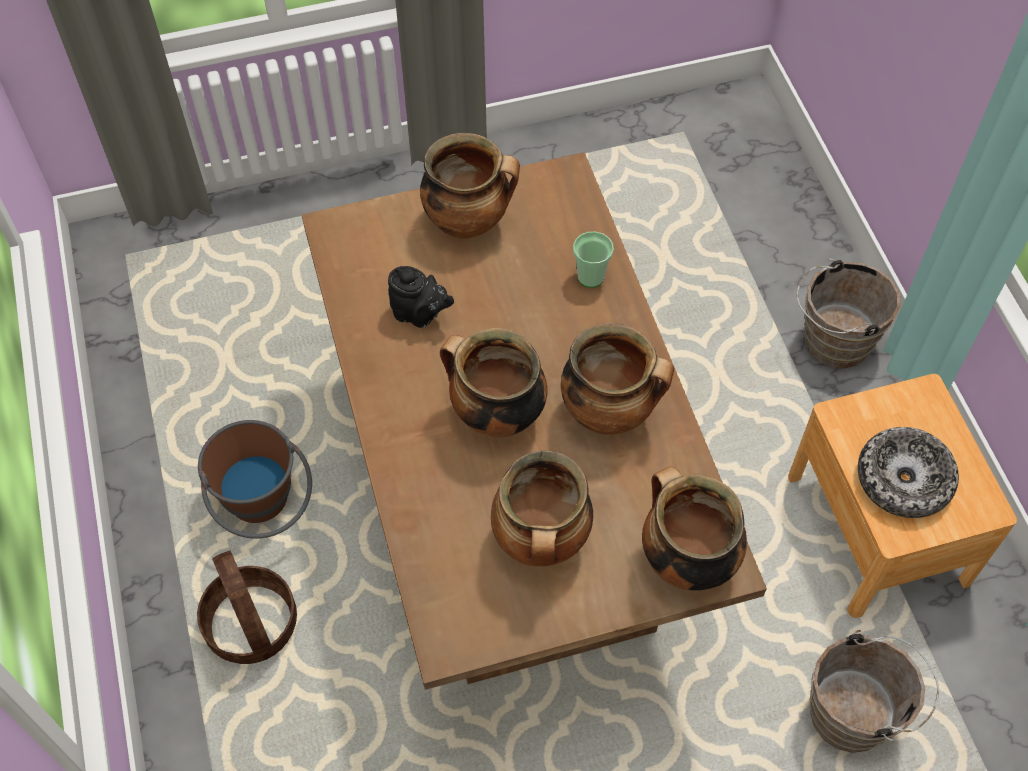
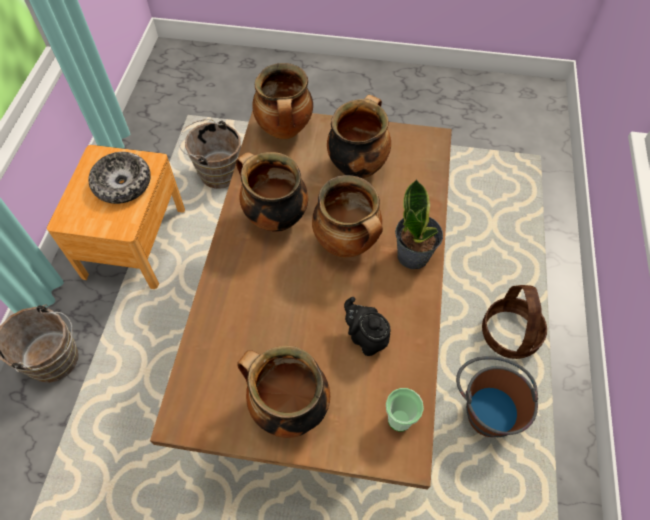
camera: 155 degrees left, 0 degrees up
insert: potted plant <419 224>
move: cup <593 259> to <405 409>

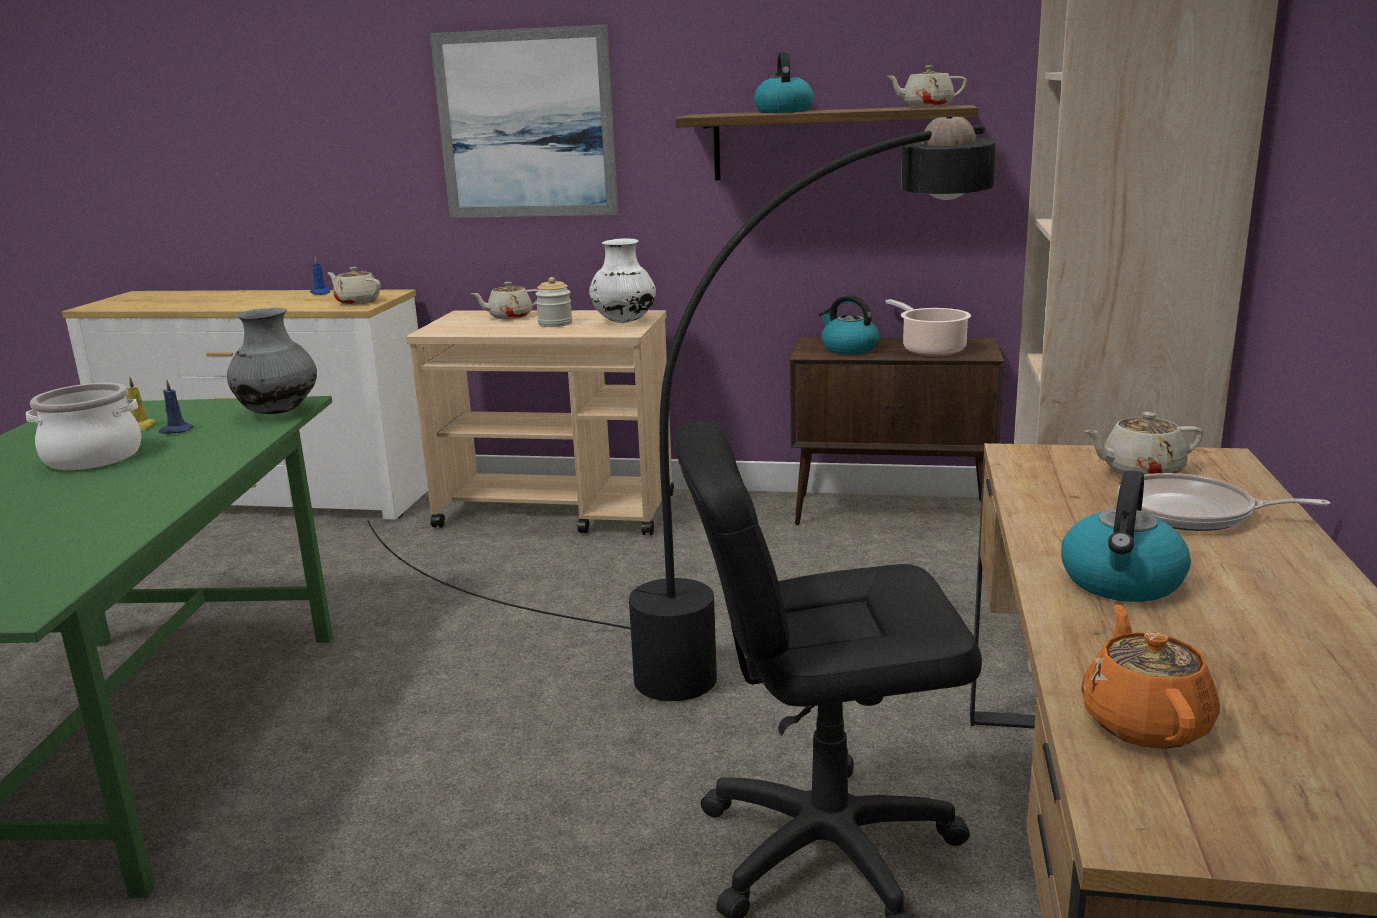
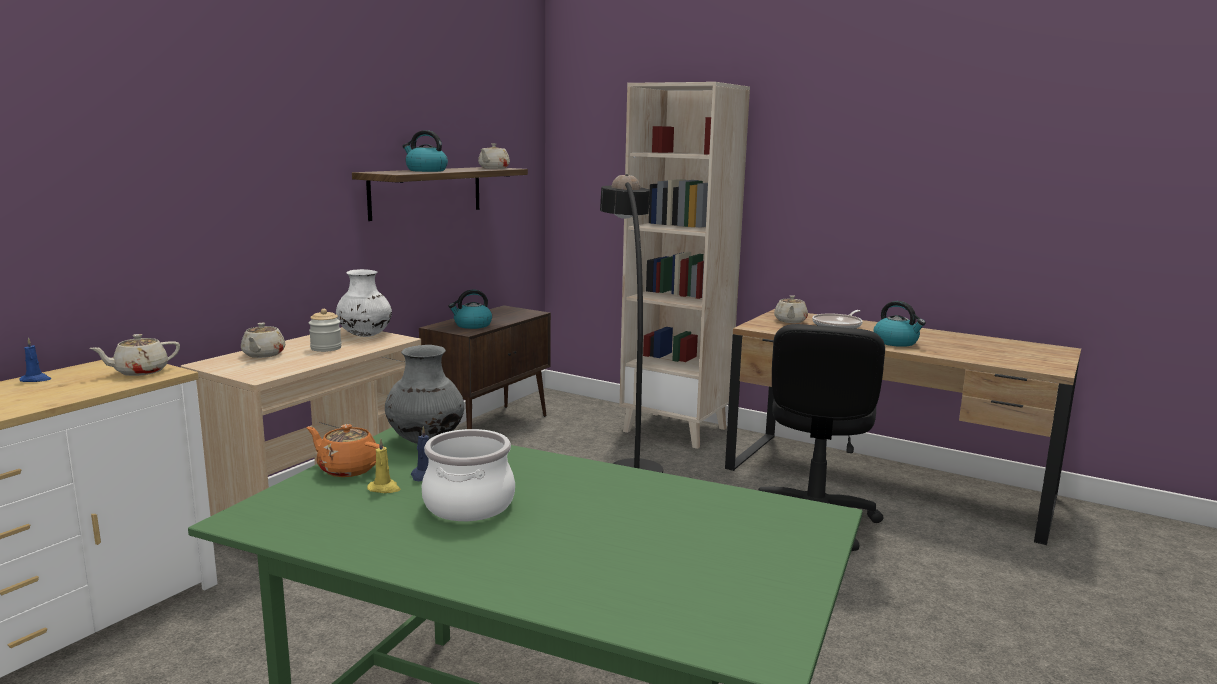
camera: 70 degrees left, 5 degrees down
delete: picture <524 121>; cooking pot <928 327>
move: teapot/orange <1150 676> to <343 450>

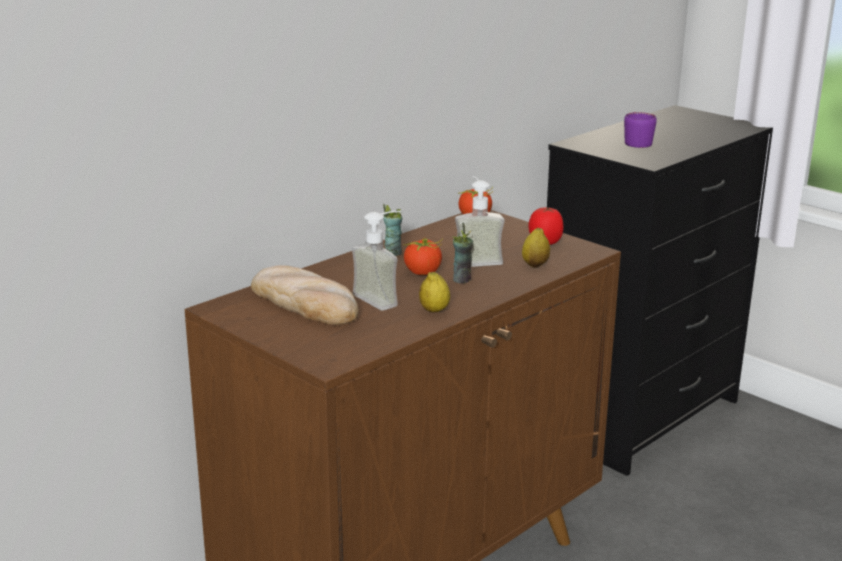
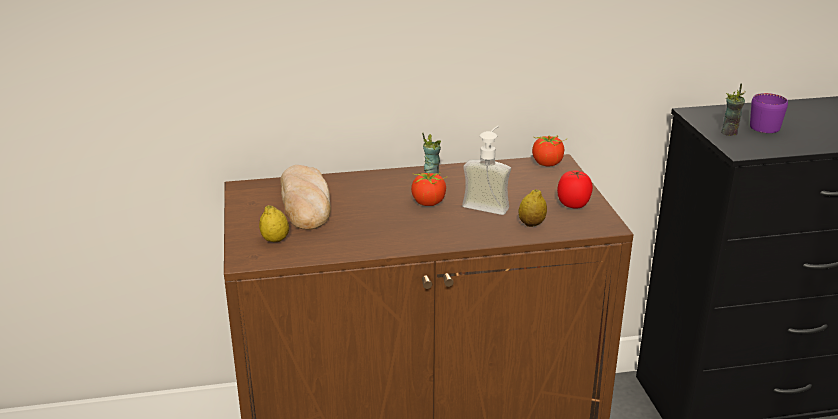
camera: 35 degrees right, 5 degrees up
delete: soap dispenser <376 261>
move: lemon <434 292> to <274 223>; cup <463 253> to <733 110>

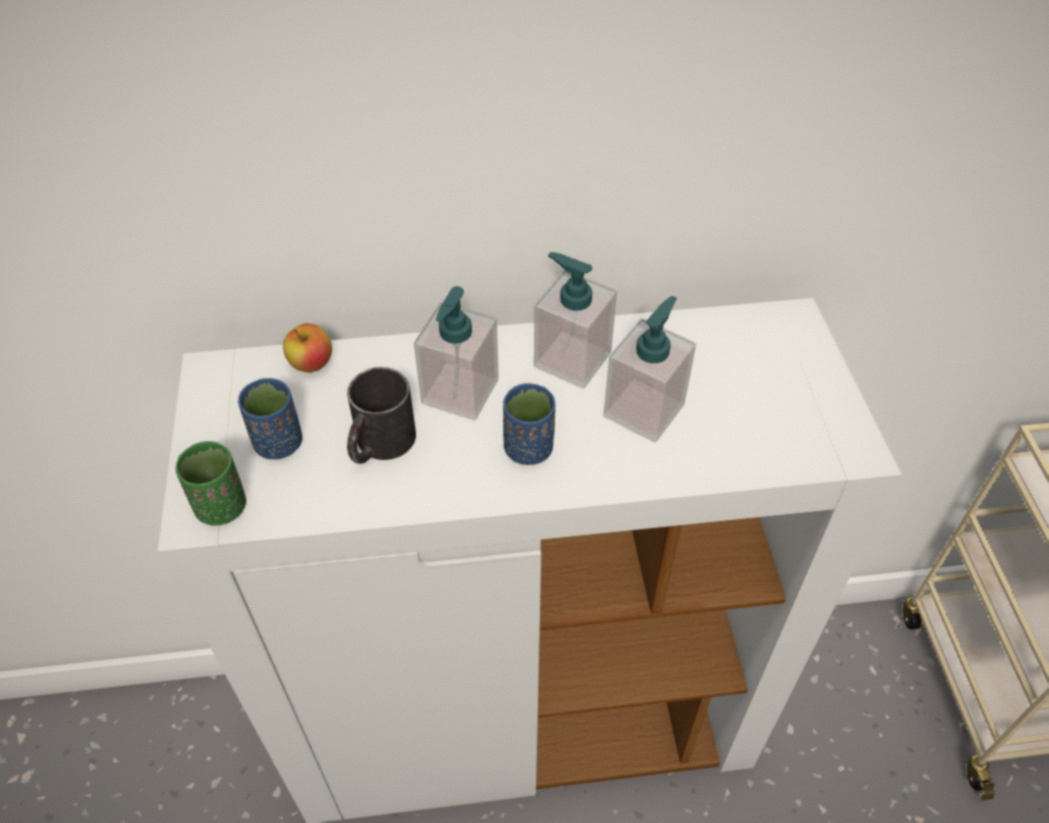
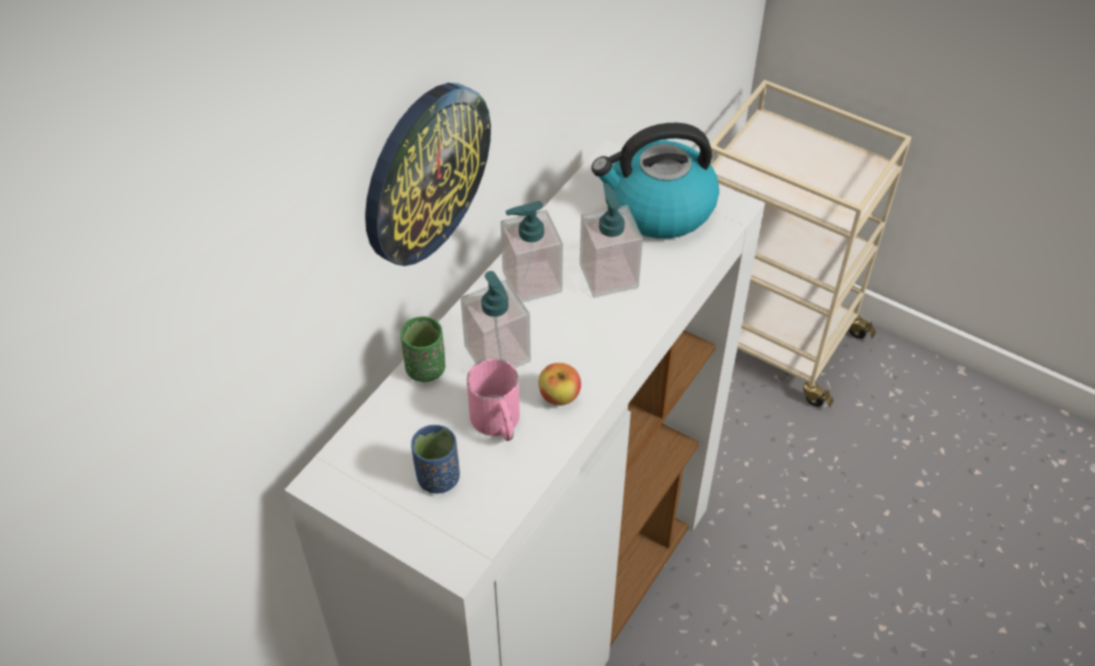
camera: 50 degrees left, 0 degrees up
delete: cup/blue <529 424>
insert: wall clock <428 174>; kettle <655 181>
move: cup/green <211 483> to <423 349>; apple <307 347> to <560 384>
recolor: mug/black <381 415> to mug/pink <493 400>

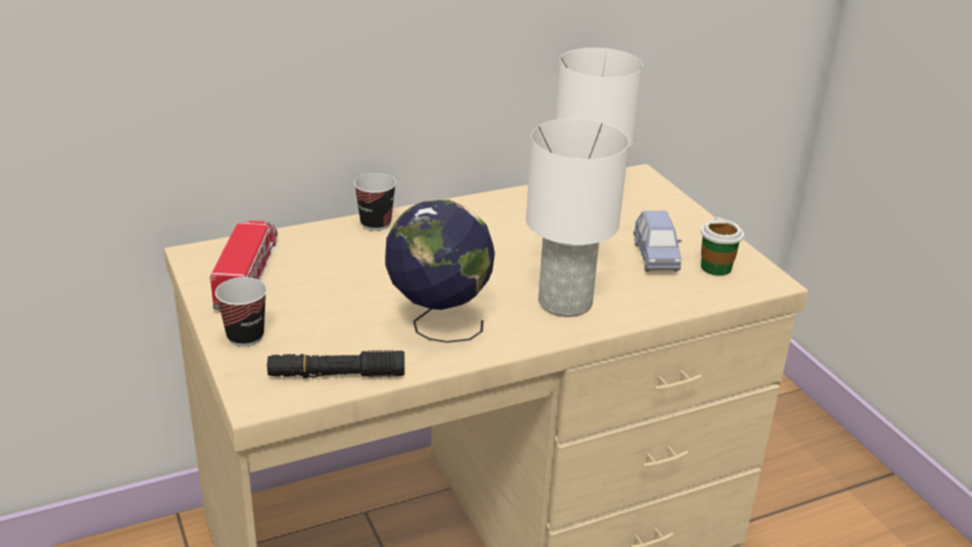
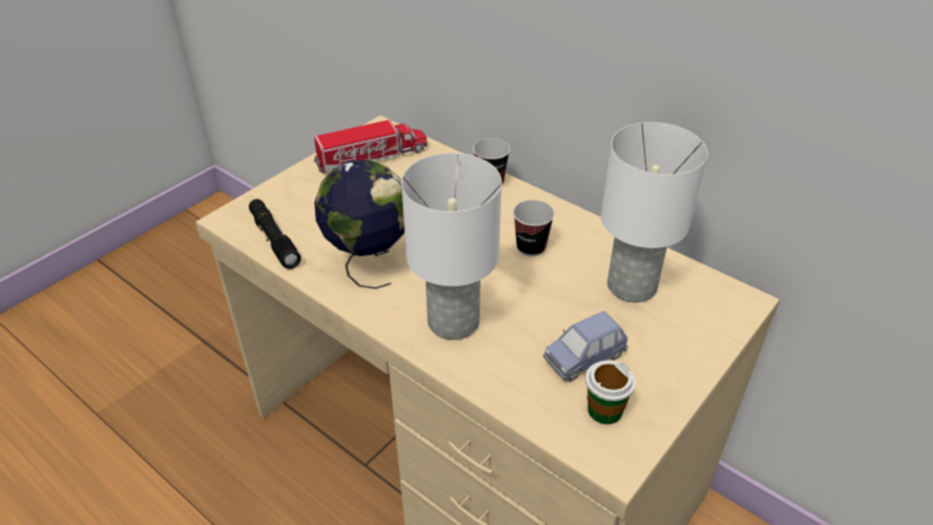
camera: 65 degrees right, 10 degrees up
move: cup <241 312> to <534 228>

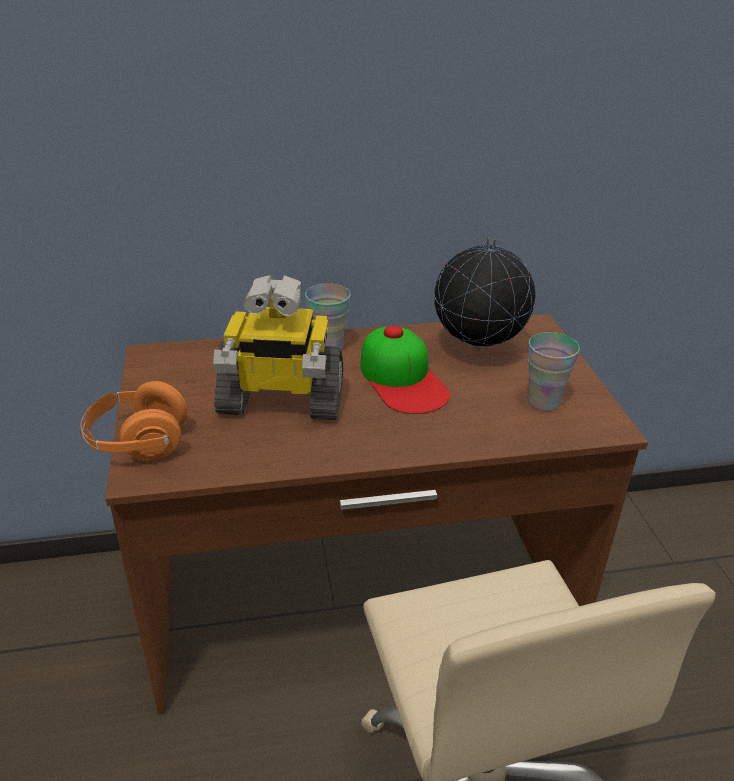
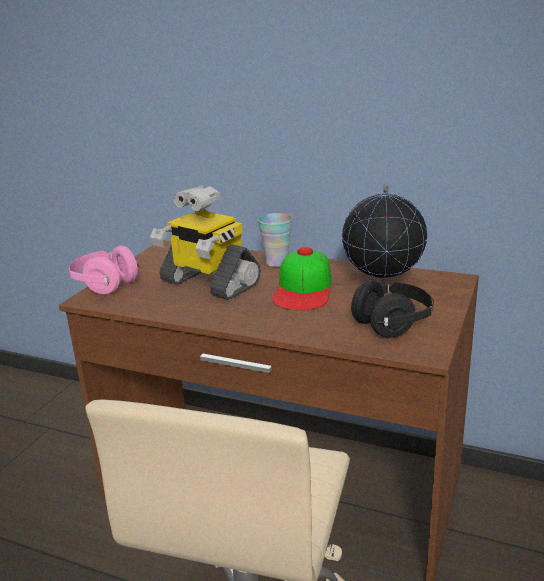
camera: 35 degrees right, 10 degrees down
replace: cup <553 371> to headphones/black <392 308>
recolor: headphones/orange <134 421> to headphones/pink <104 270>

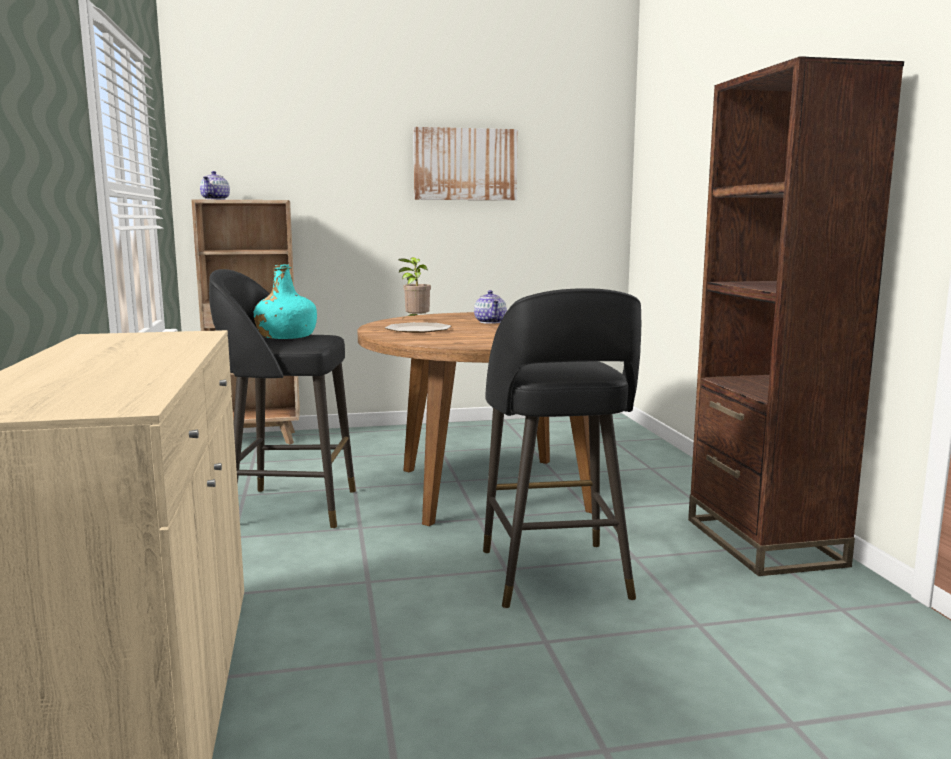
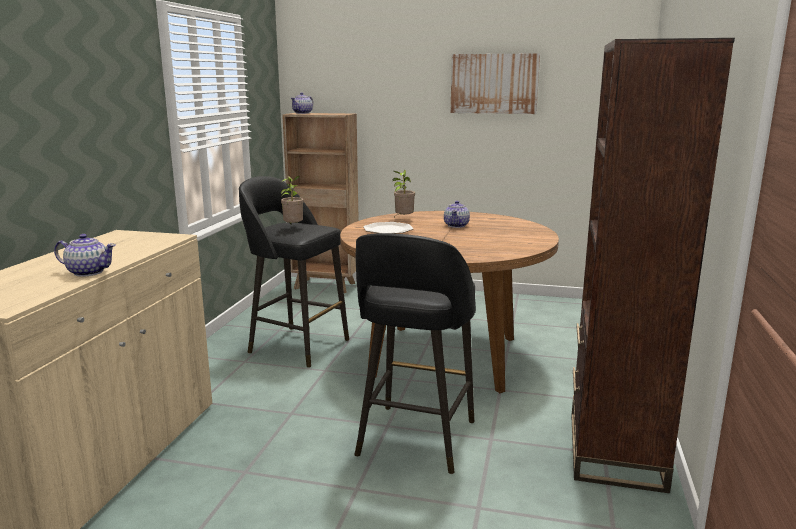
camera: 25 degrees right, 5 degrees up
insert: teapot <85 255>
replace: bottle/turquoise <285 301> to potted plant <292 200>

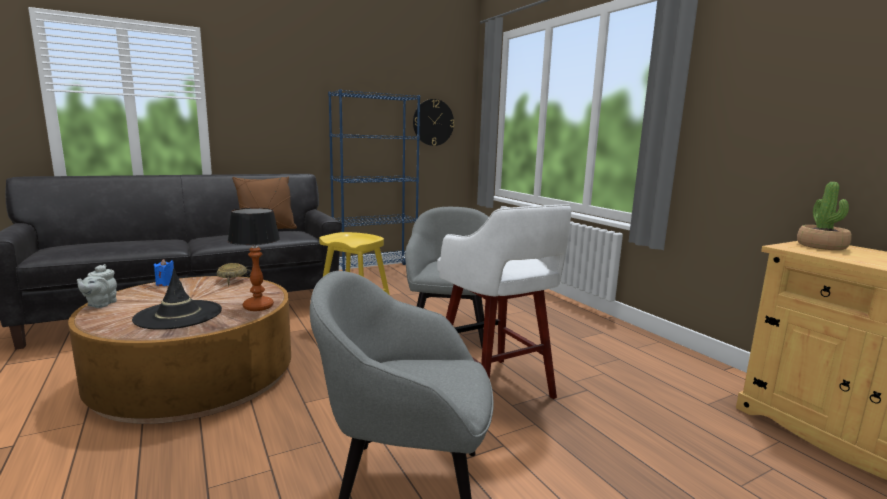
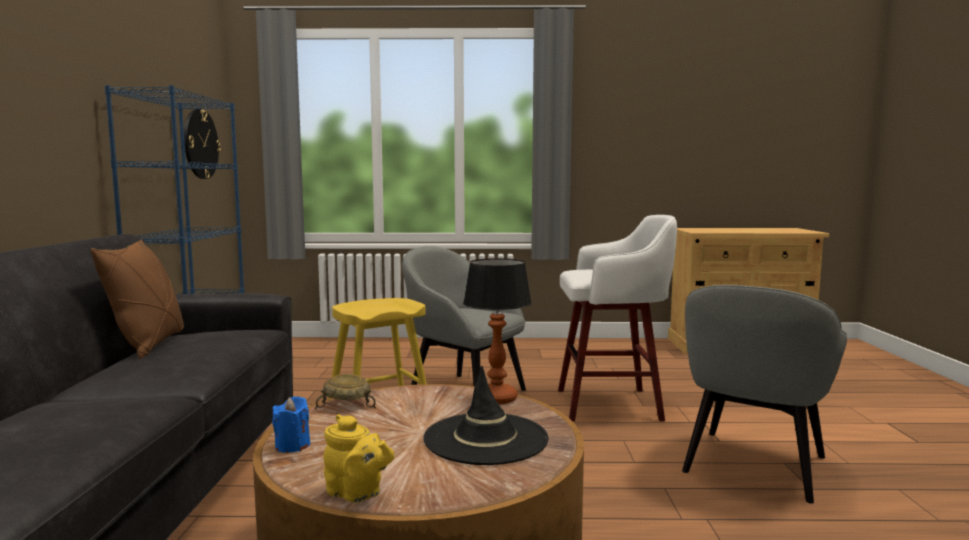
camera: 60 degrees left, 5 degrees down
delete: potted plant <824 216>
recolor: teapot/grey <97 286> to teapot/yellow <358 458>

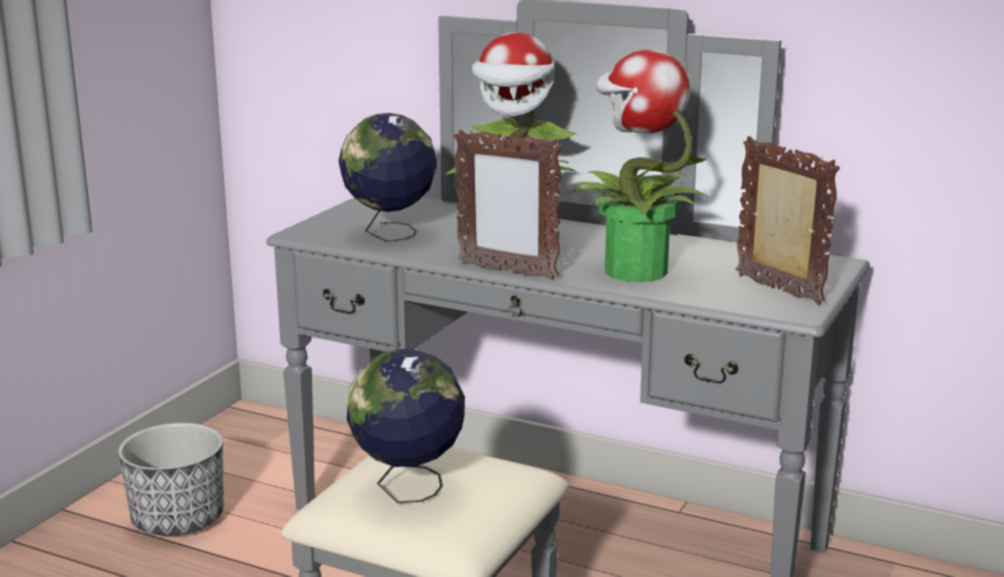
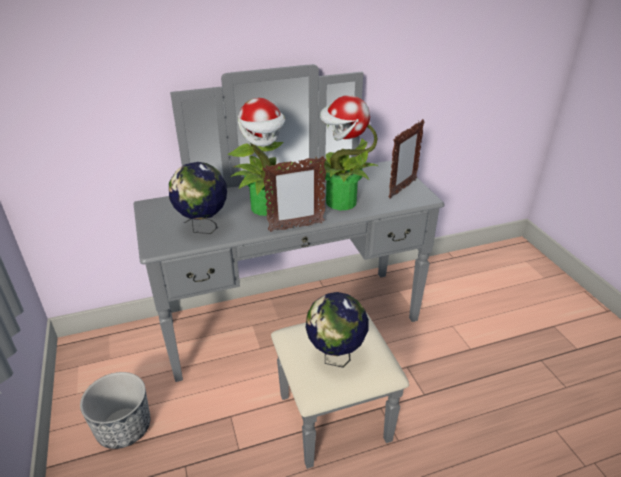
camera: 45 degrees left, 15 degrees up
rotate: picture frame <788 220> = <407 159> 120 degrees clockwise

